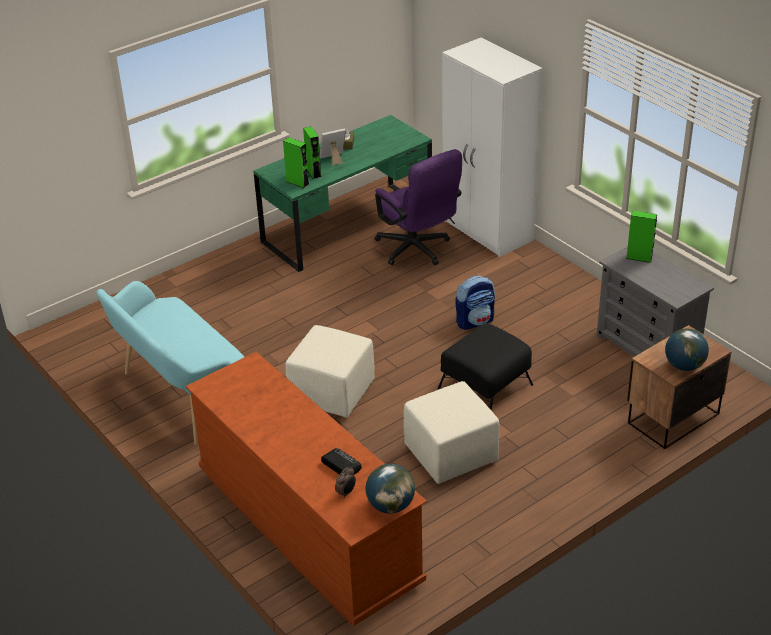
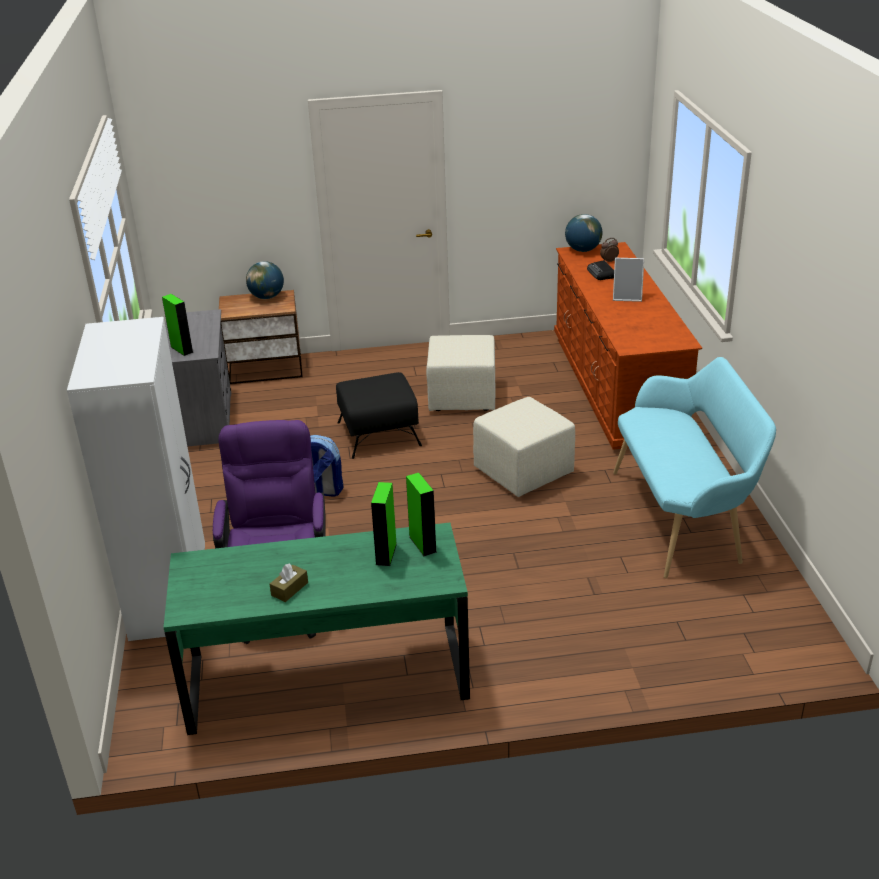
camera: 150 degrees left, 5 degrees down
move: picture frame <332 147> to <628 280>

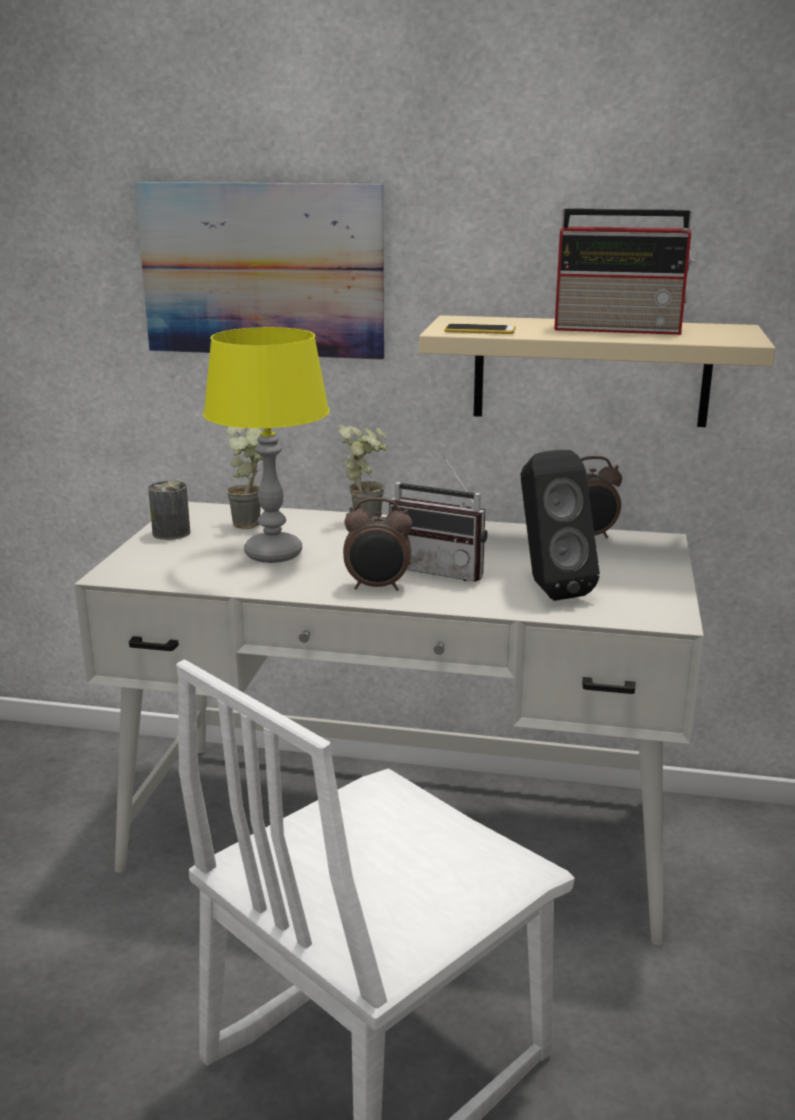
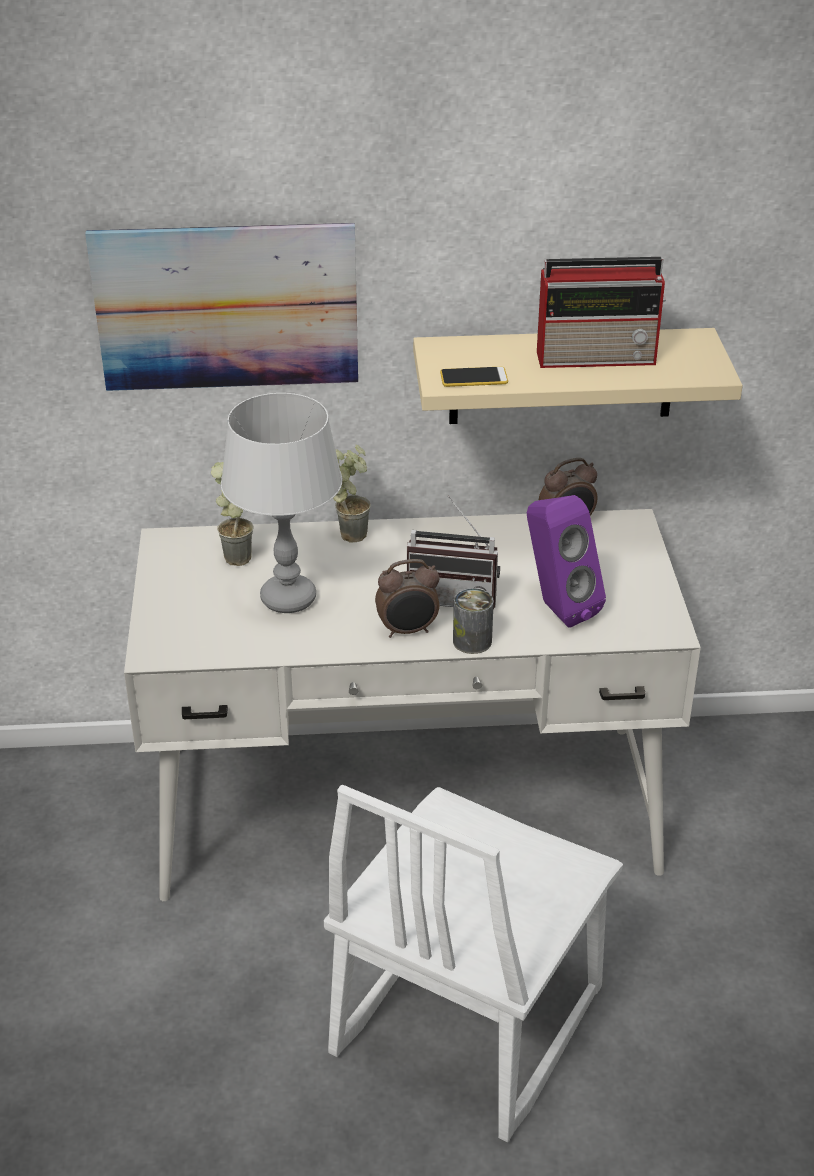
camera: 15 degrees left, 15 degrees up
move: can <169 510> to <473 621>
recolor: table lamp/yellow <266 445> to table lamp/grey <282 503>; speaker/black <560 525> to speaker/purple <566 561>

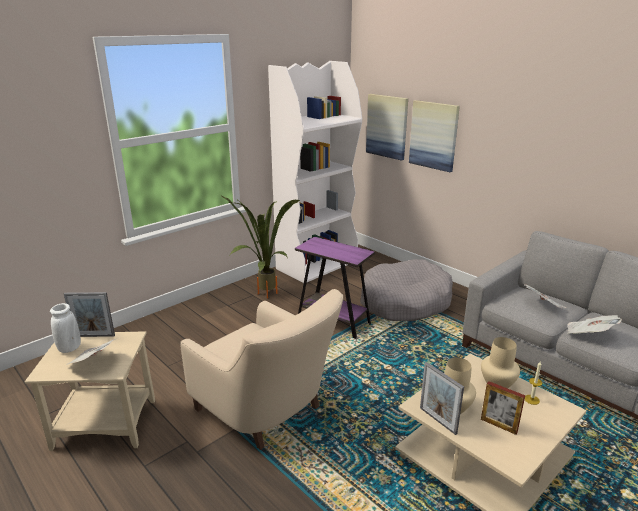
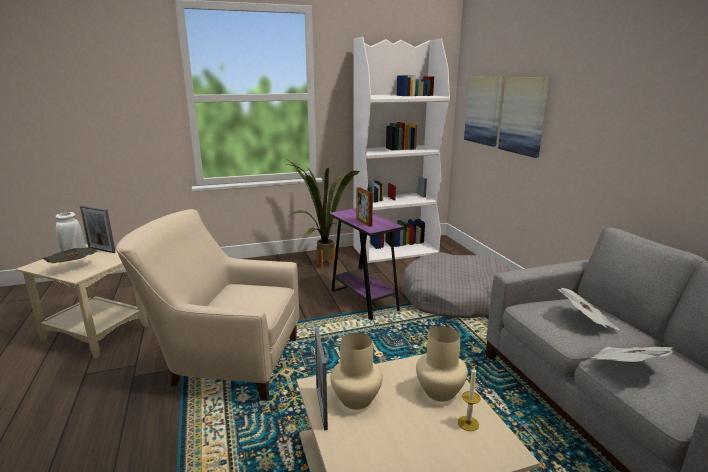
camera: 25 degrees right, 5 degrees down
move: picture frame <503 408> to <364 207>
rotate: armchair/beige <261 369> = <207 305> 120 degrees clockwise

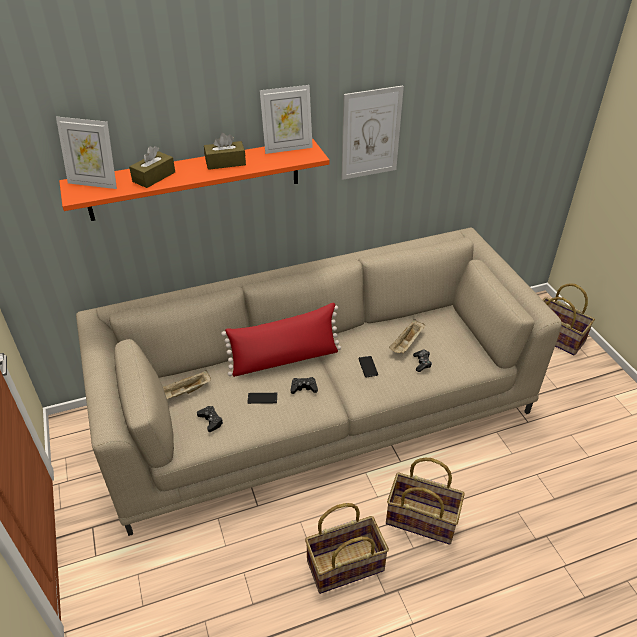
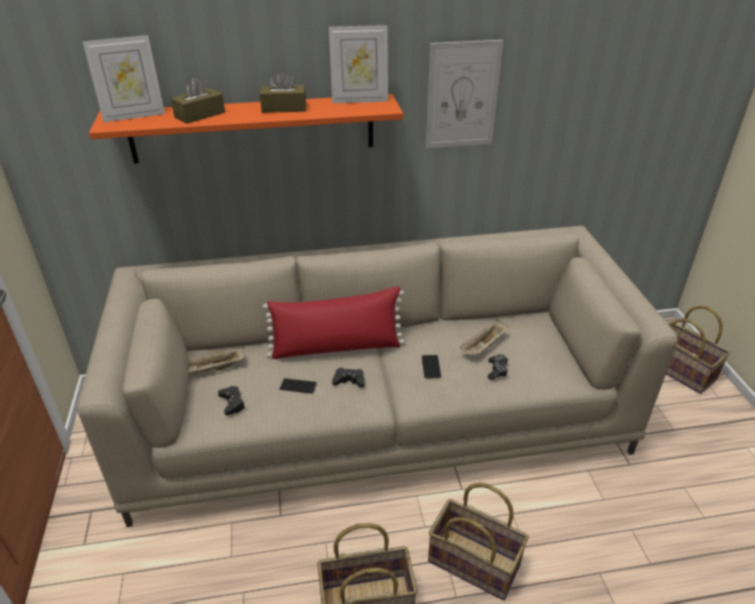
camera: 10 degrees right, 5 degrees down
rotate: picture frame <86 153> = <124 78> 45 degrees counterclockwise

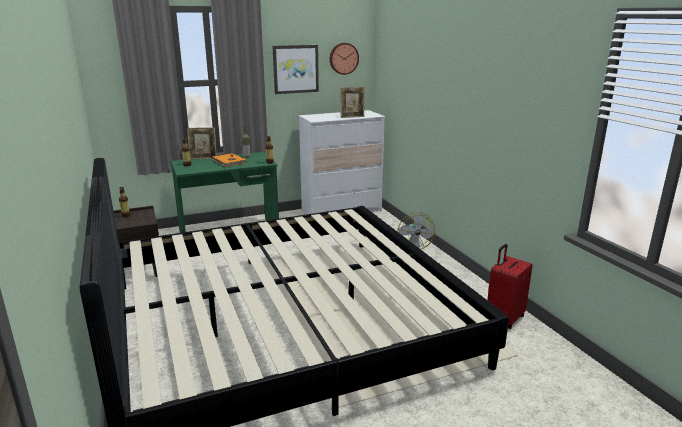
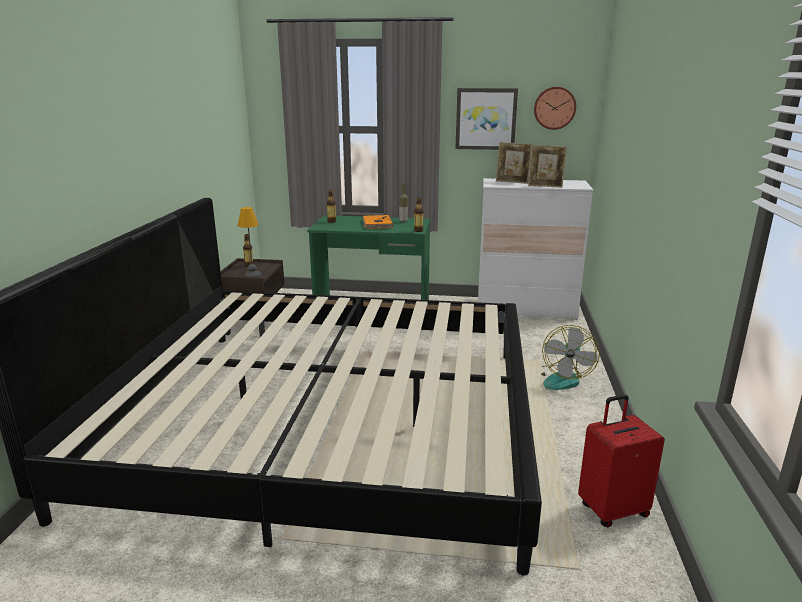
camera: 30 degrees right, 0 degrees up
insert: table lamp <249 242>
move: picture frame <202 143> to <514 163>

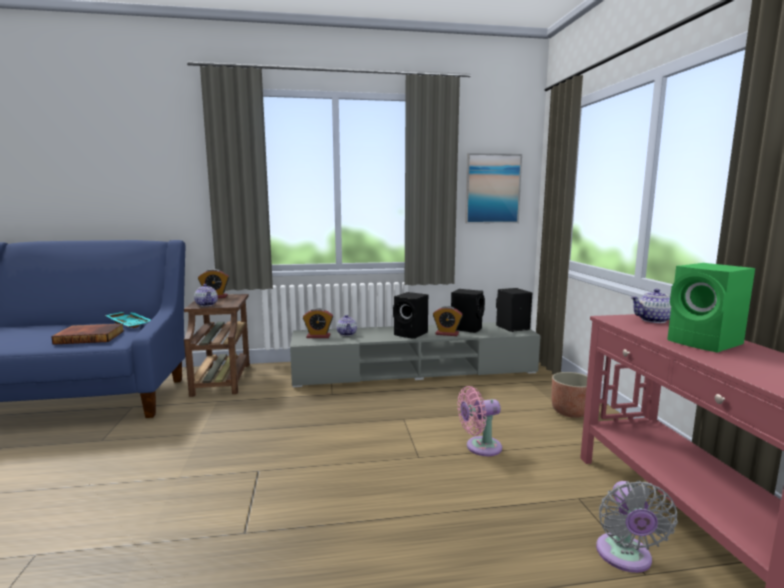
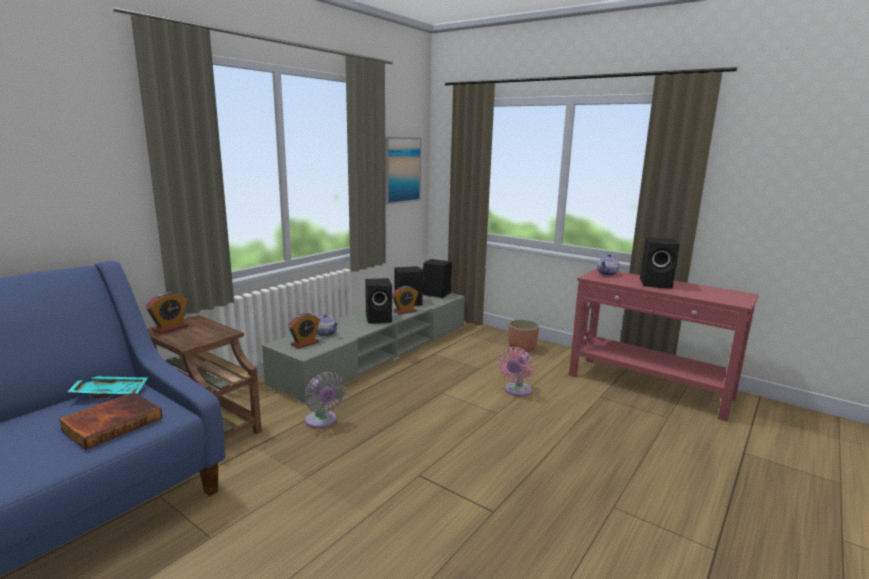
camera: 45 degrees left, 5 degrees up
delete: teapot <206 295>
move: fan/grey <637 527> to <325 400>
recolor: speaker/green <711 308> to speaker/black <659 263>

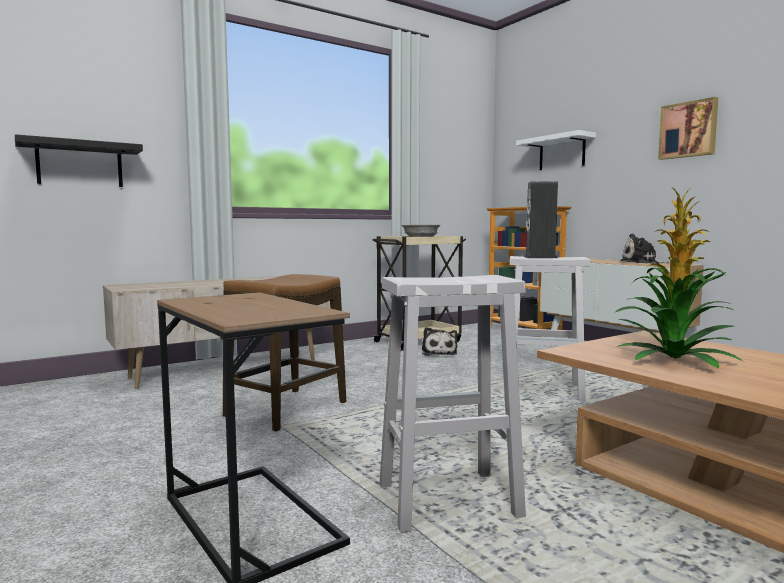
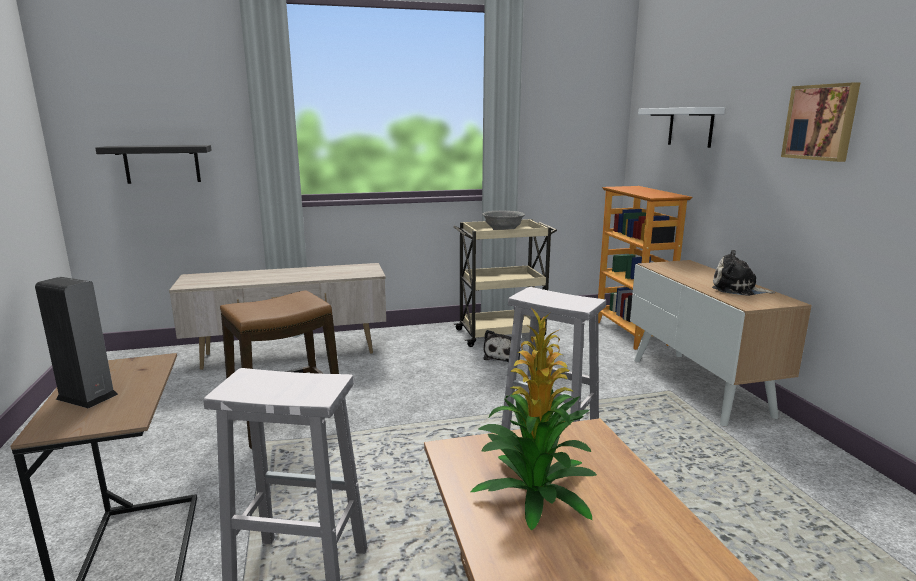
camera: 20 degrees right, 10 degrees up
move: speaker <541 219> to <76 342>

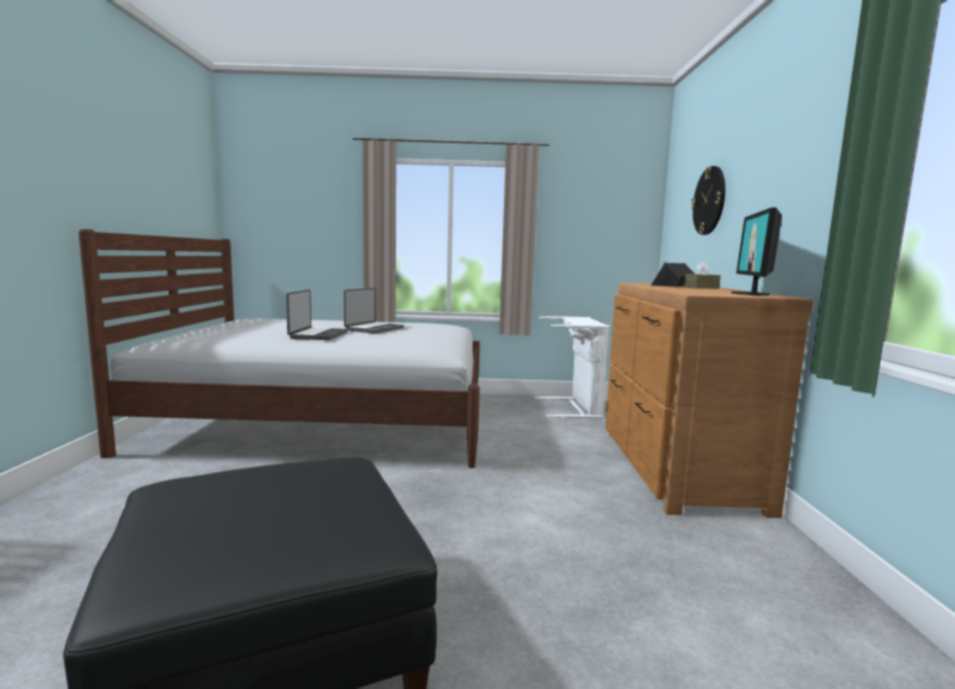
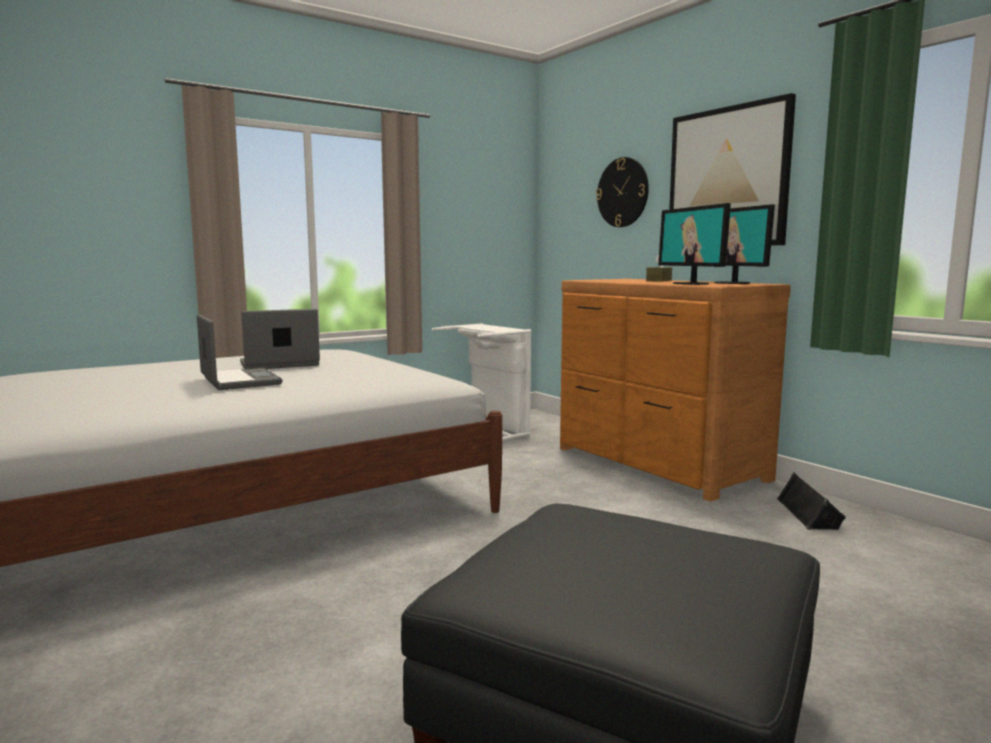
camera: 35 degrees left, 0 degrees up
insert: monitor <694 244>; picture <732 169>
move: speaker/black <672 274> to <811 501>
rotate: laptop <373 311> = <280 339> 105 degrees counterclockwise

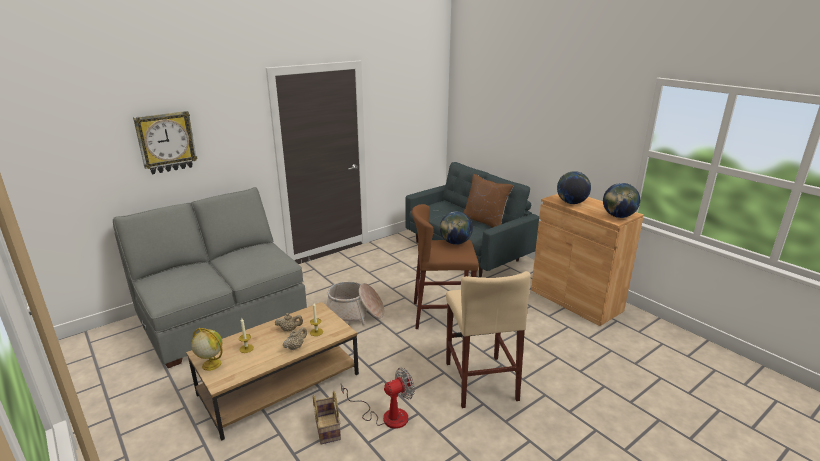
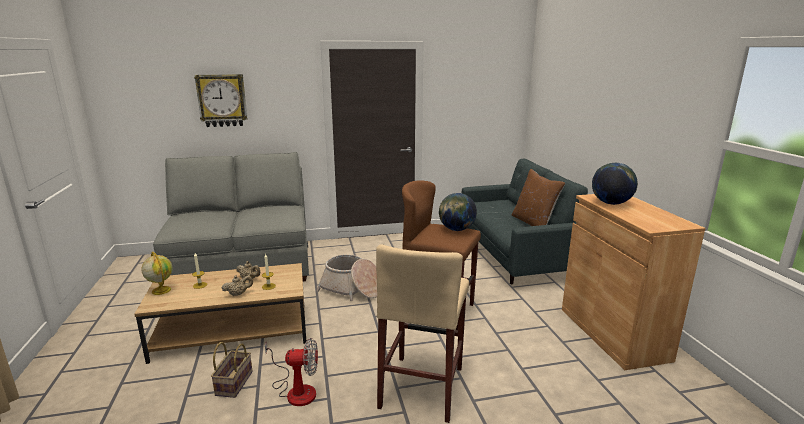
camera: 25 degrees right, 5 degrees down
delete: globe <621 200>

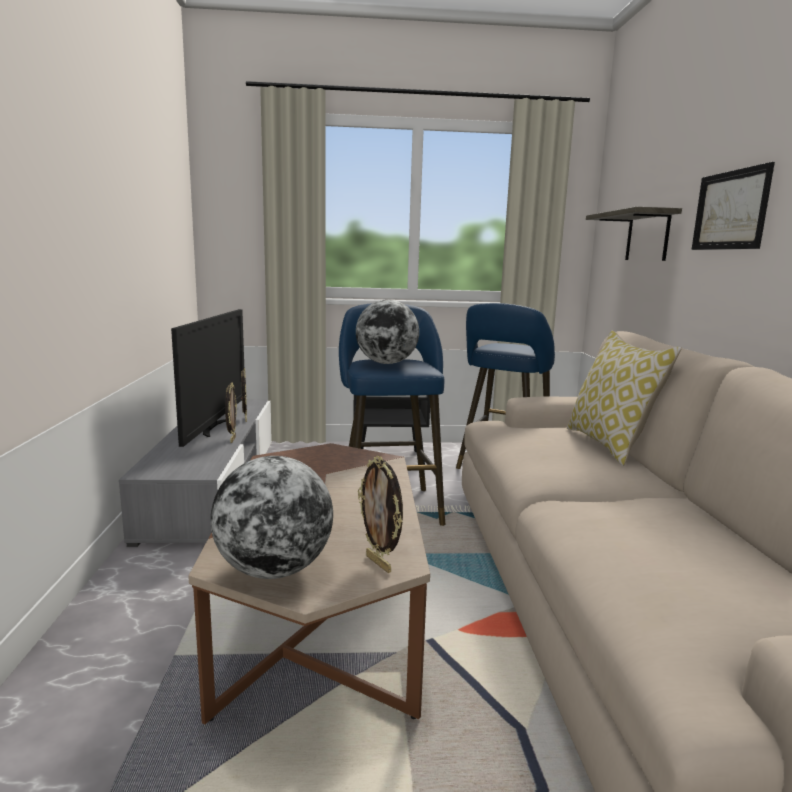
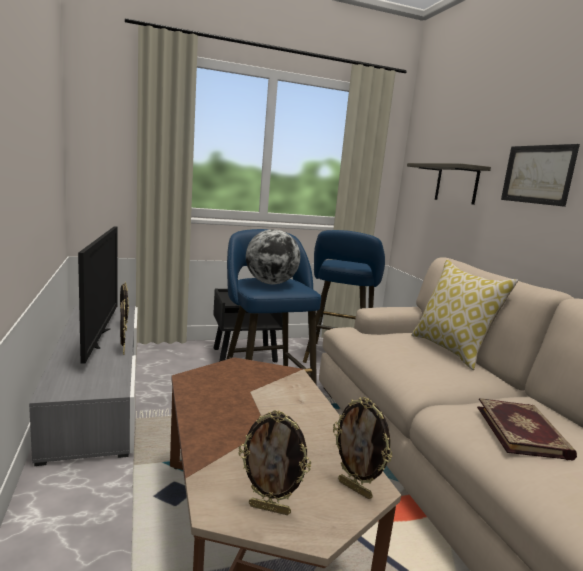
camera: 15 degrees left, 0 degrees up
insert: book <527 429>
replace: globe <271 517> to picture frame <274 462>

